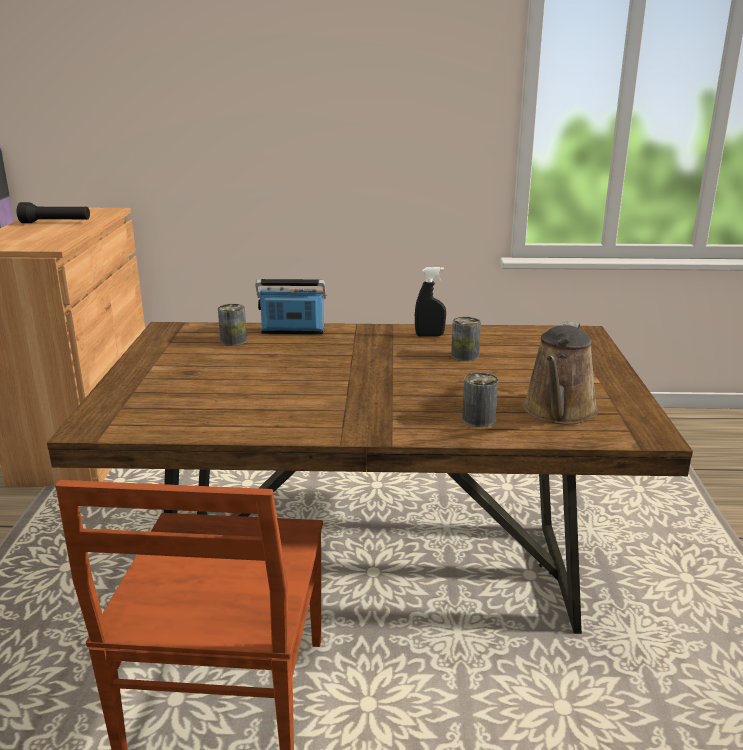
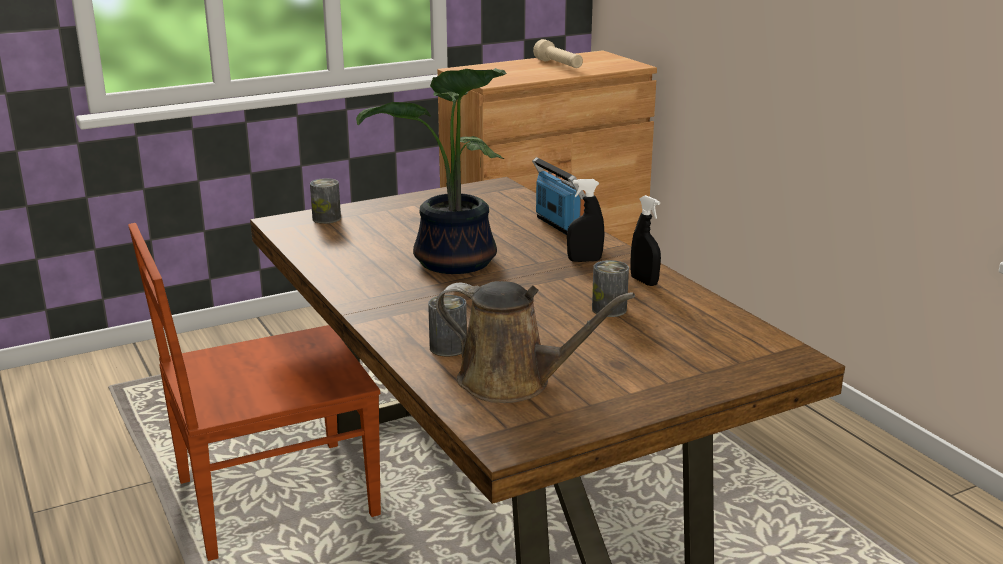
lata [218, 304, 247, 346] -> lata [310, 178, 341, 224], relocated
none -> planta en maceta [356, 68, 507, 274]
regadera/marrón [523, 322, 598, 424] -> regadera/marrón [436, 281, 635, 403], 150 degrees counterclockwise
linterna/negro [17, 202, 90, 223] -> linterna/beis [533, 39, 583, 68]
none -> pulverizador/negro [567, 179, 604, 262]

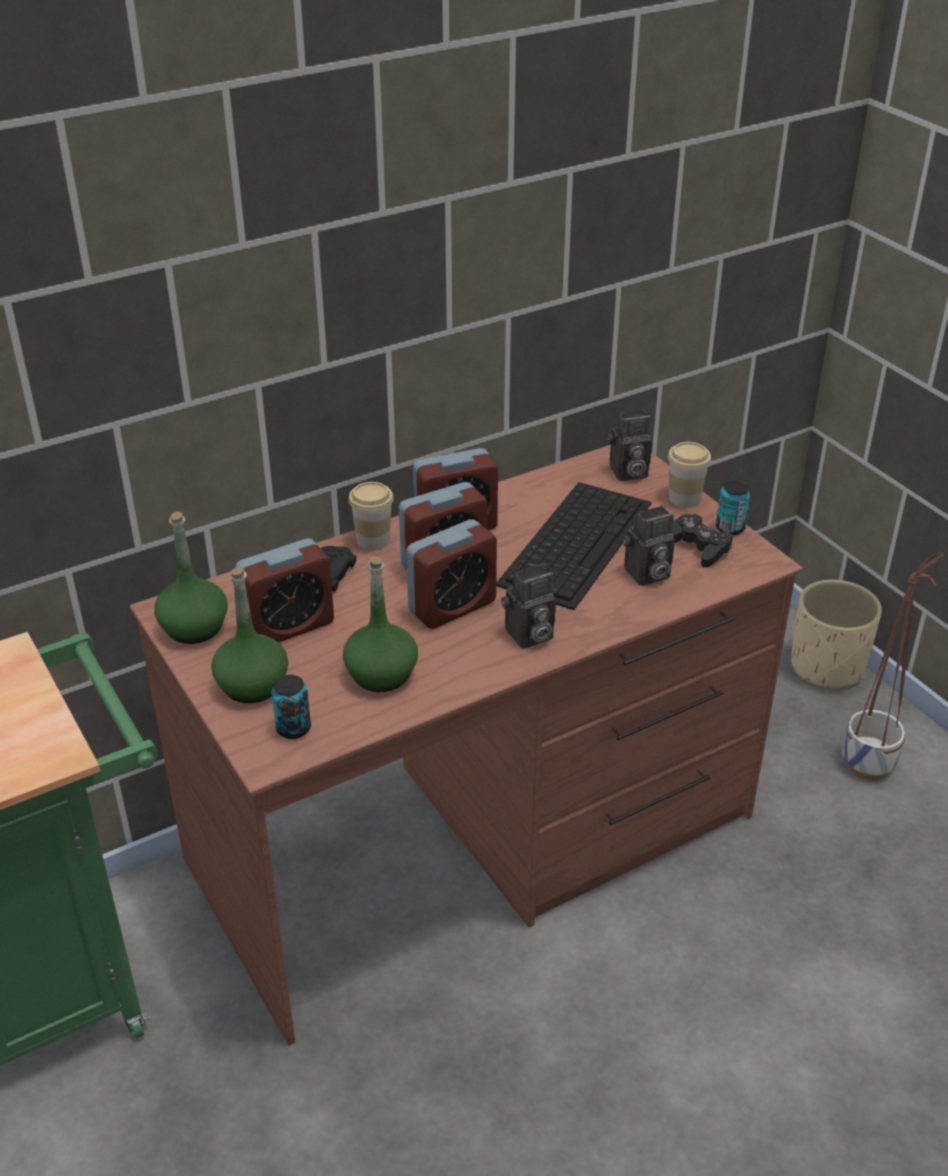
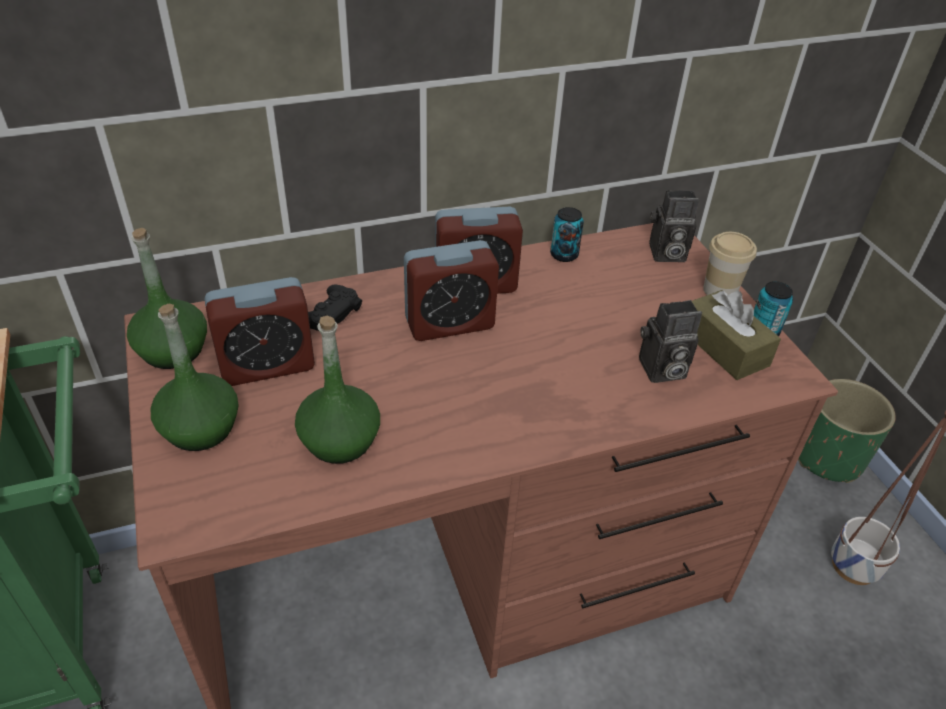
lata [271, 675, 311, 739] -> lata [550, 207, 584, 262], relocated
mando de consola/negro [673, 514, 733, 568] -> caja de pañuelos/marrón [692, 290, 781, 380]
maceta/beis [791, 579, 882, 688] -> maceta/verde [798, 379, 896, 483]
taza [348, 482, 394, 550] -> none
despertador [406, 519, 497, 629] -> none
teclado [496, 482, 652, 610] -> none
cámara [501, 564, 556, 649] -> none

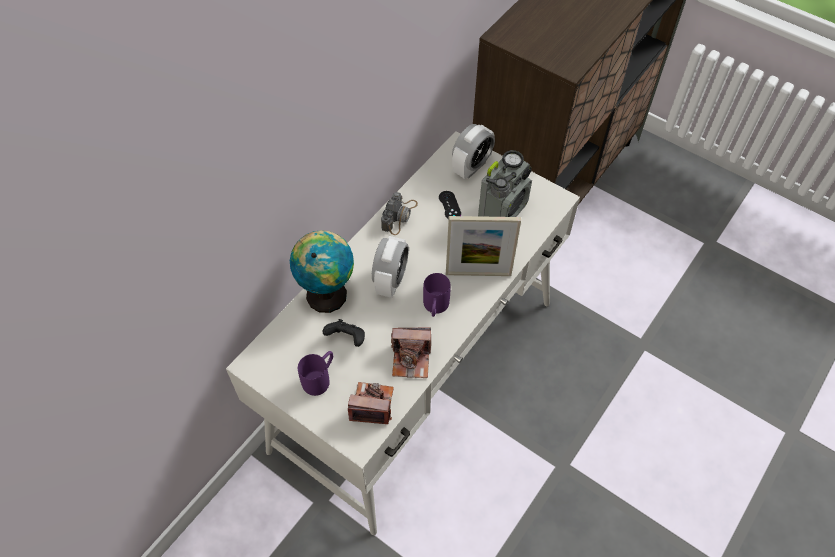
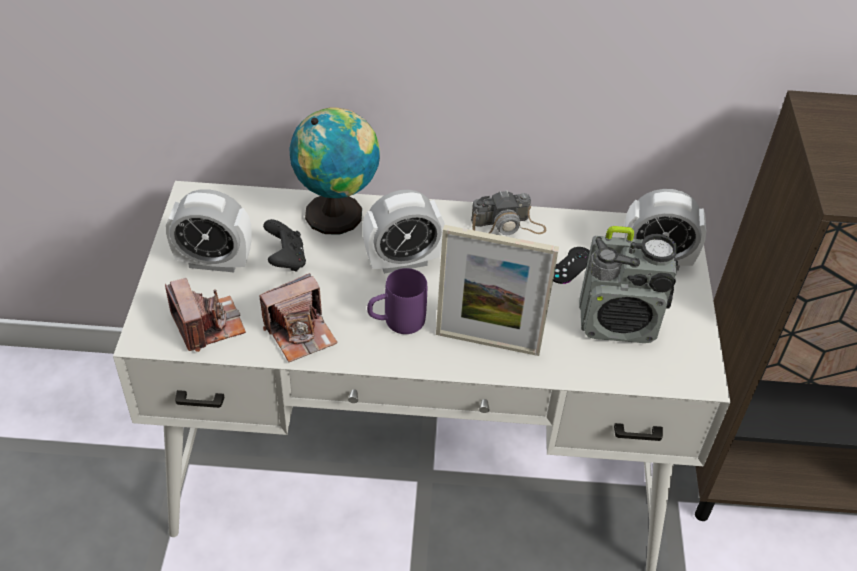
taza grande/morado [298, 351, 333, 396] -> despertador [166, 189, 252, 272]
cámara [391, 327, 431, 378] -> cámara [259, 273, 338, 362], 90 degrees counterclockwise
portarretratos [446, 216, 521, 276] -> portarretratos [436, 225, 559, 356], 45 degrees counterclockwise

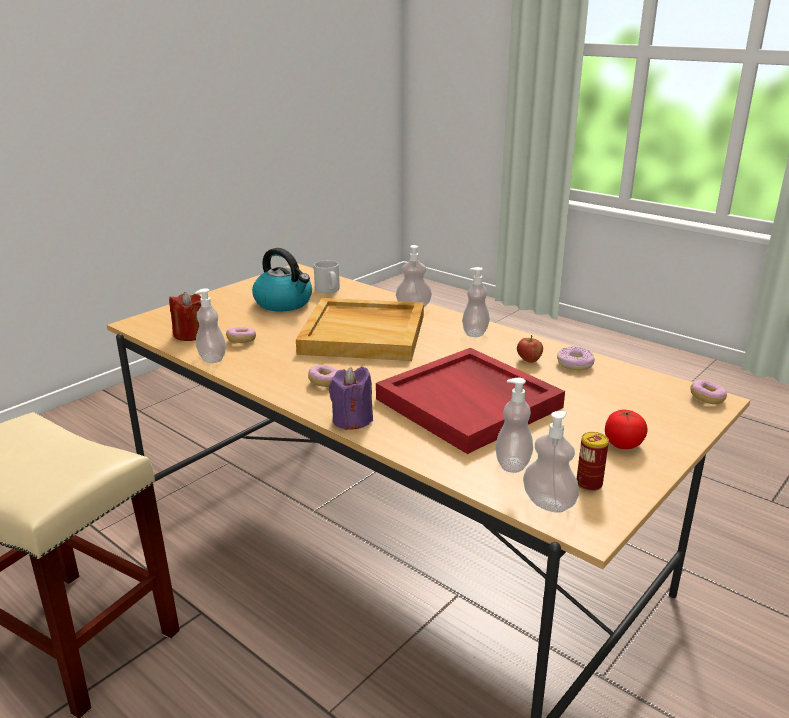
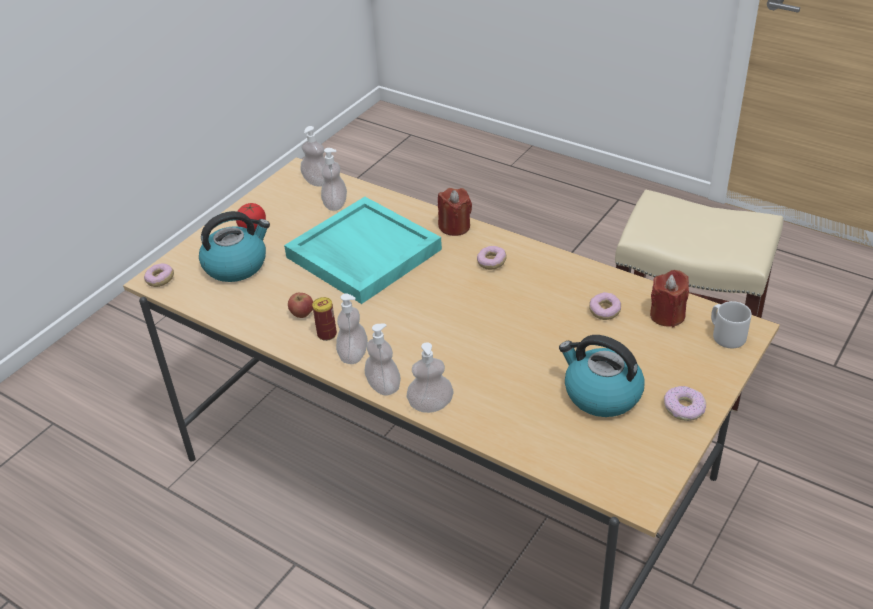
none -> hervidor [199, 211, 270, 282]
bandeja/rojo [376, 348, 565, 454] -> bandeja/turquesa [284, 197, 442, 304]
lata [577, 432, 609, 491] -> lata [312, 297, 337, 341], relocated
dispensador de jabón [195, 288, 226, 363] -> dispensador de jabón [365, 324, 401, 396], relocated
vela/morado [329, 367, 373, 430] -> vela/rojo [438, 188, 472, 236]
rosquilla [557, 347, 595, 370] -> rosquilla [664, 386, 706, 421], relocated
taza grande/gris [314, 260, 340, 293] -> taza grande/gris [711, 301, 752, 348], relocated
bandeja/beis [296, 298, 424, 361] -> none

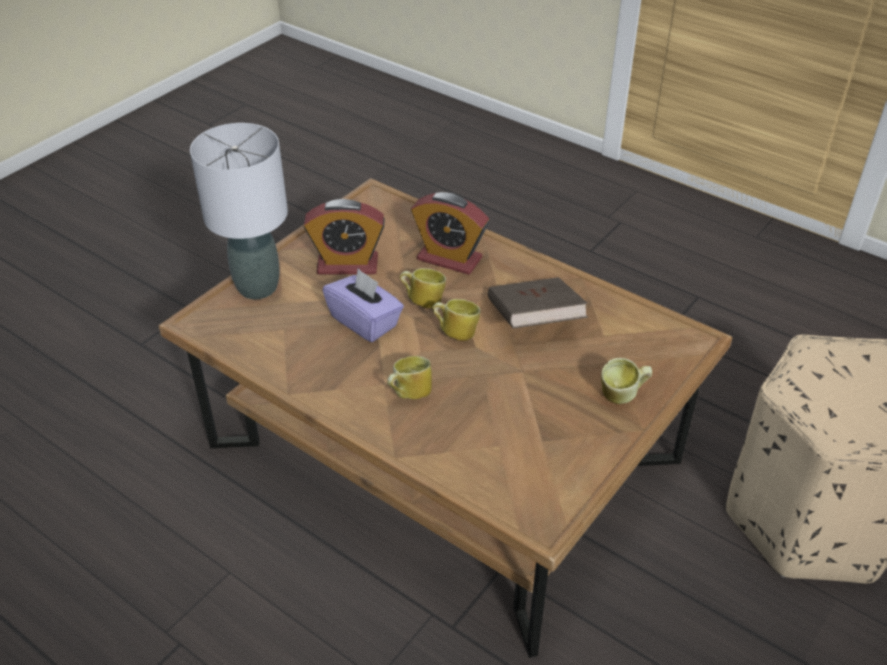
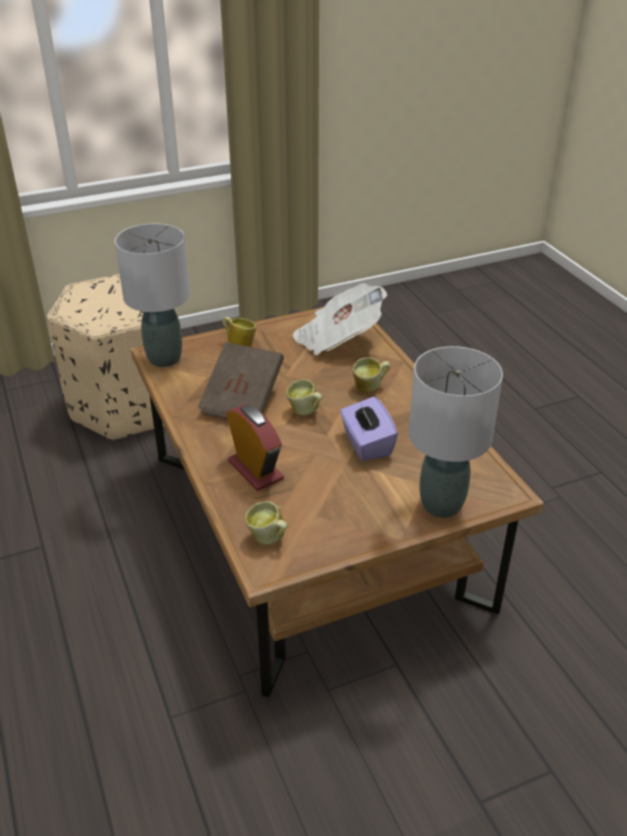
none -> lámpara de mesa/gris [115, 223, 190, 367]
taza grande [400, 268, 446, 309] -> taza grande [245, 501, 288, 545], relocated
none -> periódico [293, 283, 387, 355]
despertador [304, 199, 385, 274] -> none

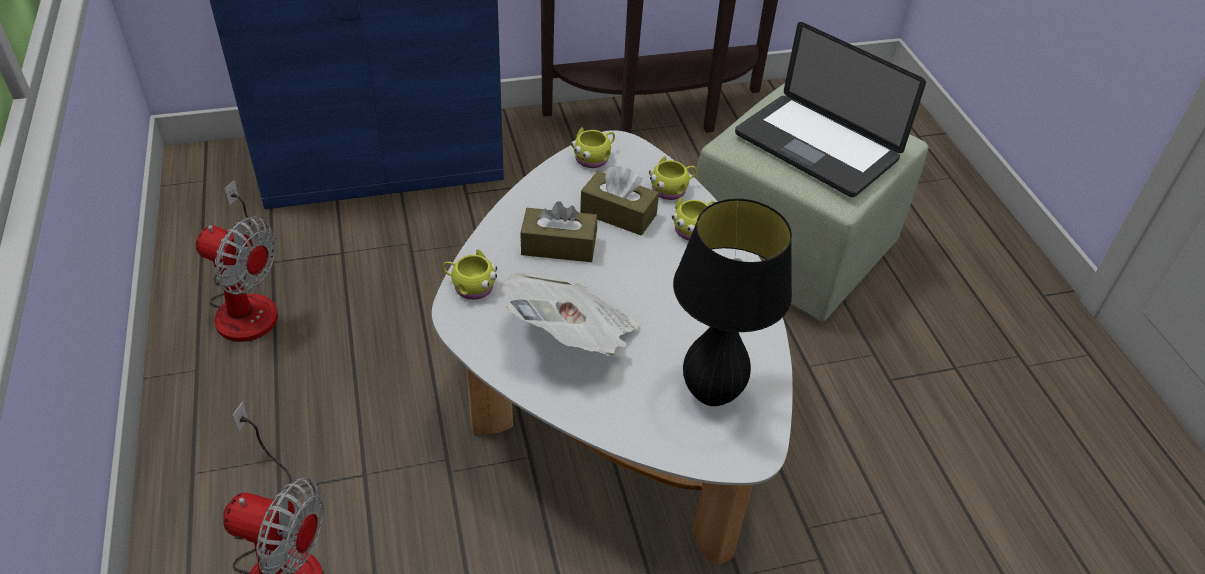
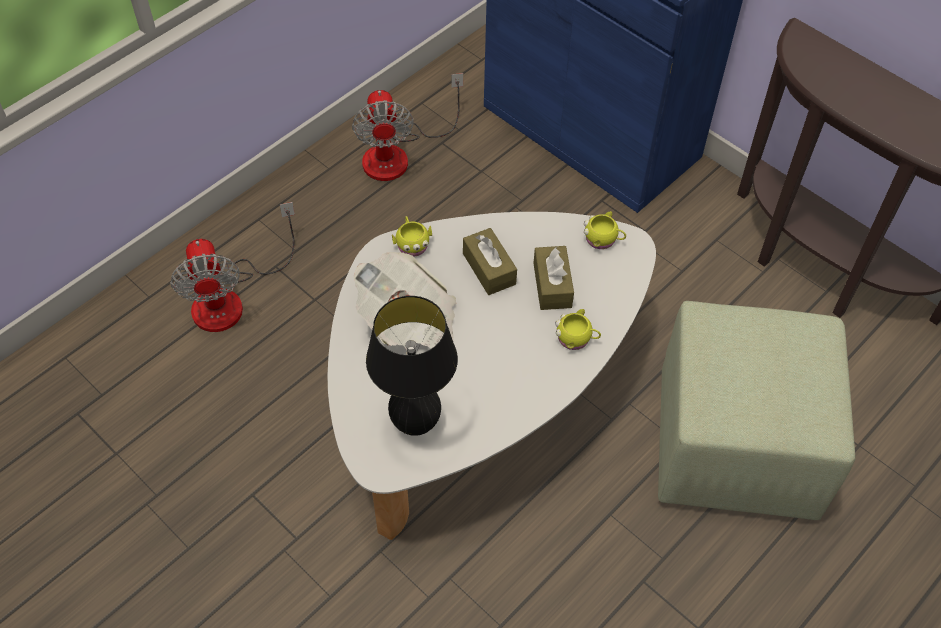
taza grande/amarillo [649, 156, 697, 200] -> none
portátil [735, 22, 926, 197] -> none

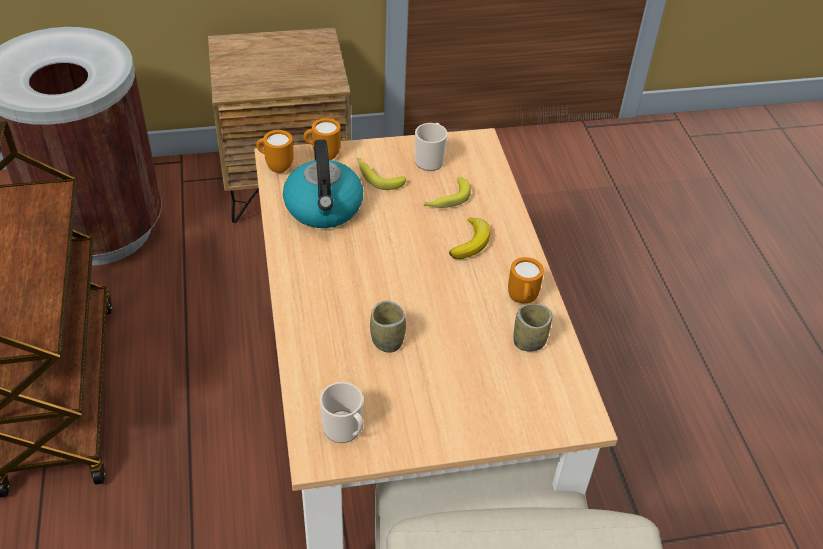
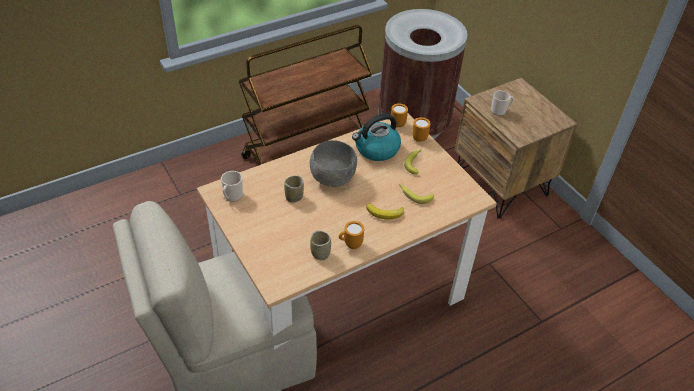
none -> cuenco/gris [310, 140, 357, 187]
taza grande [415, 123, 448, 171] -> taza grande [491, 91, 514, 116], relocated

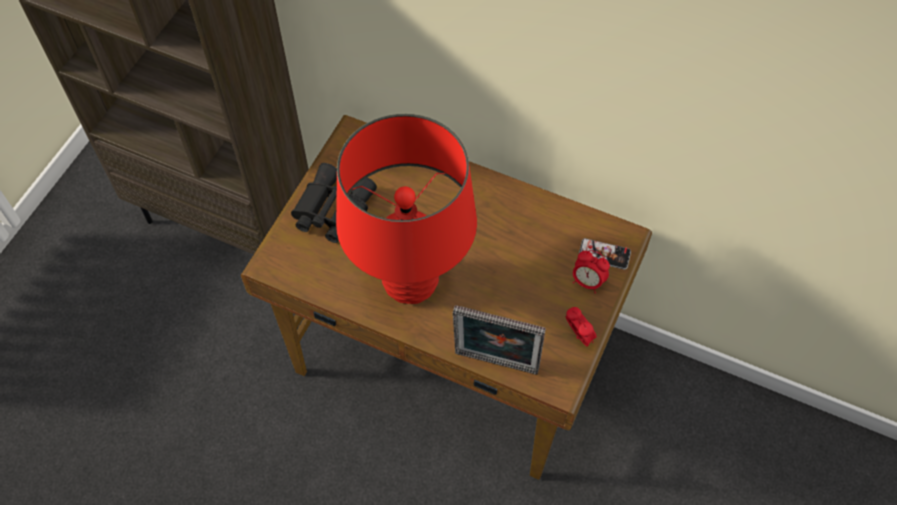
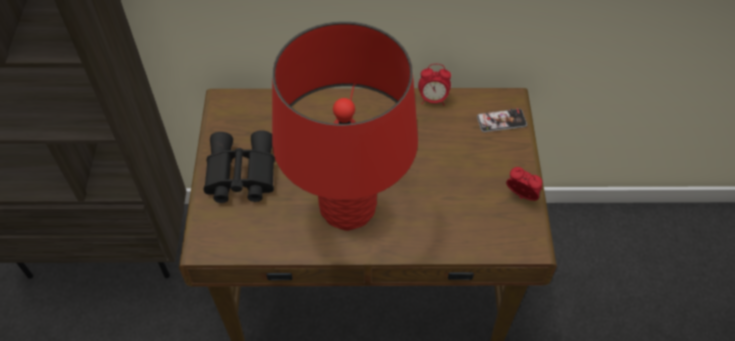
despertador [573, 250, 610, 294] -> despertador [418, 64, 451, 105], relocated
portarretratos [453, 305, 546, 375] -> none

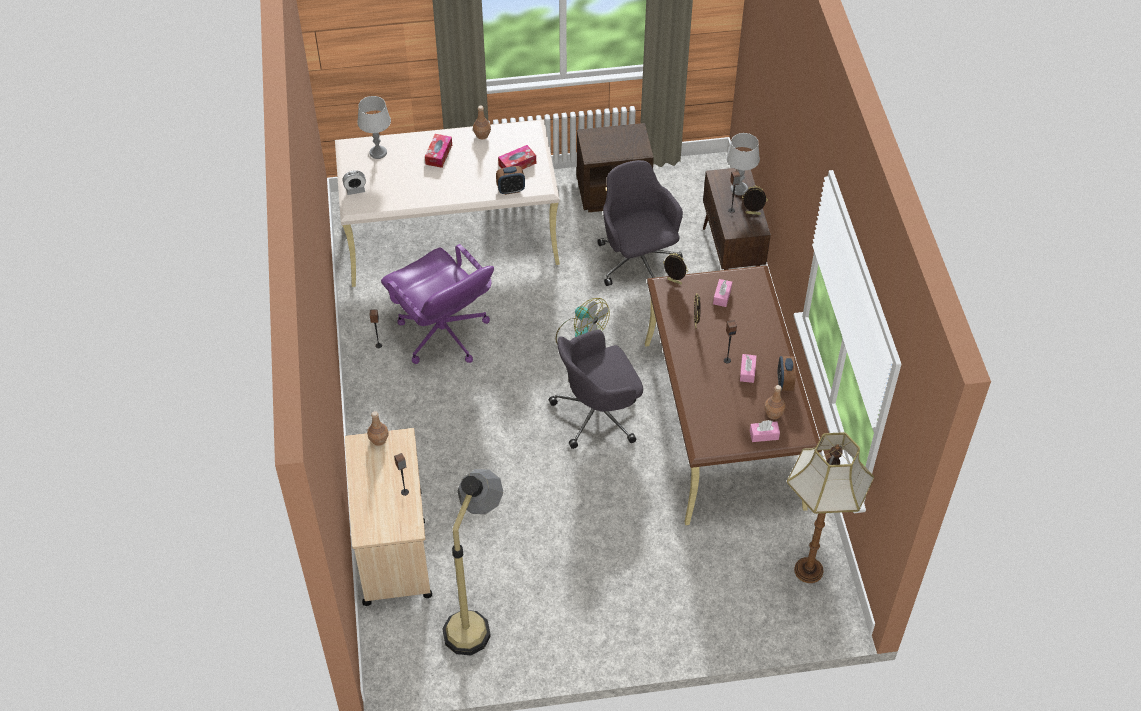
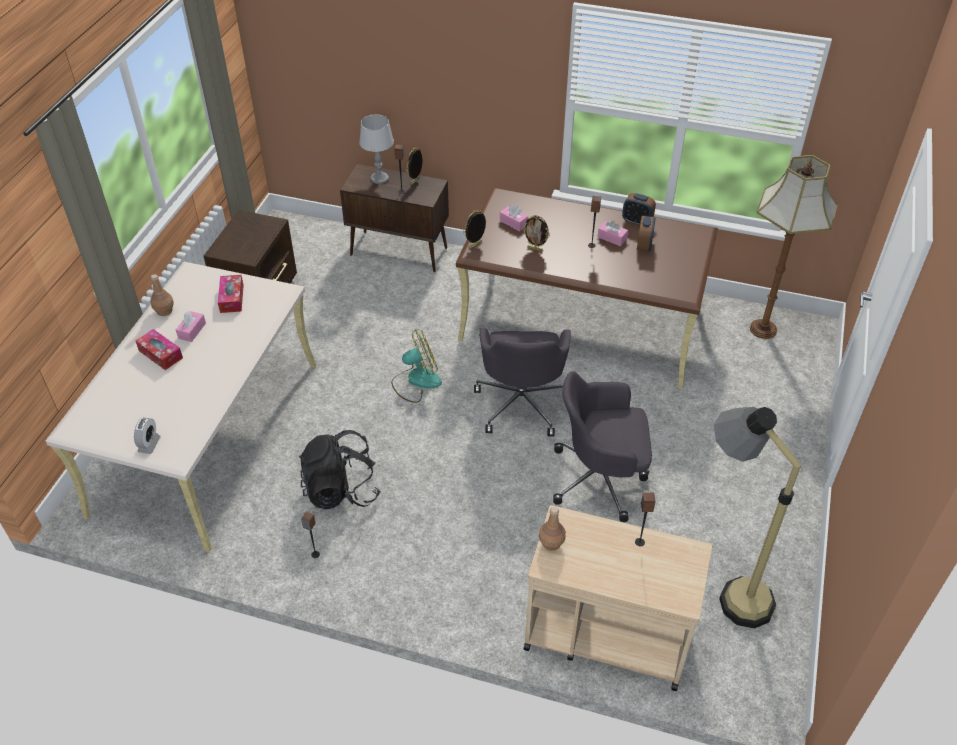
caja de pañuelos/rosa [750, 420, 780, 442] -> caja de pañuelos/rosa [176, 311, 206, 342], relocated
silla de oficina/morado [381, 244, 494, 364] -> mochila/negro [300, 430, 381, 509]
silla de oficina/gris [597, 160, 683, 286] -> silla de oficina/gris [553, 371, 652, 522], relocated
despertador [496, 166, 525, 195] -> despertador [637, 216, 656, 252], relocated
lámpara de mesa/gris [357, 96, 391, 159] -> none
botella/marrón [764, 385, 785, 419] -> none

